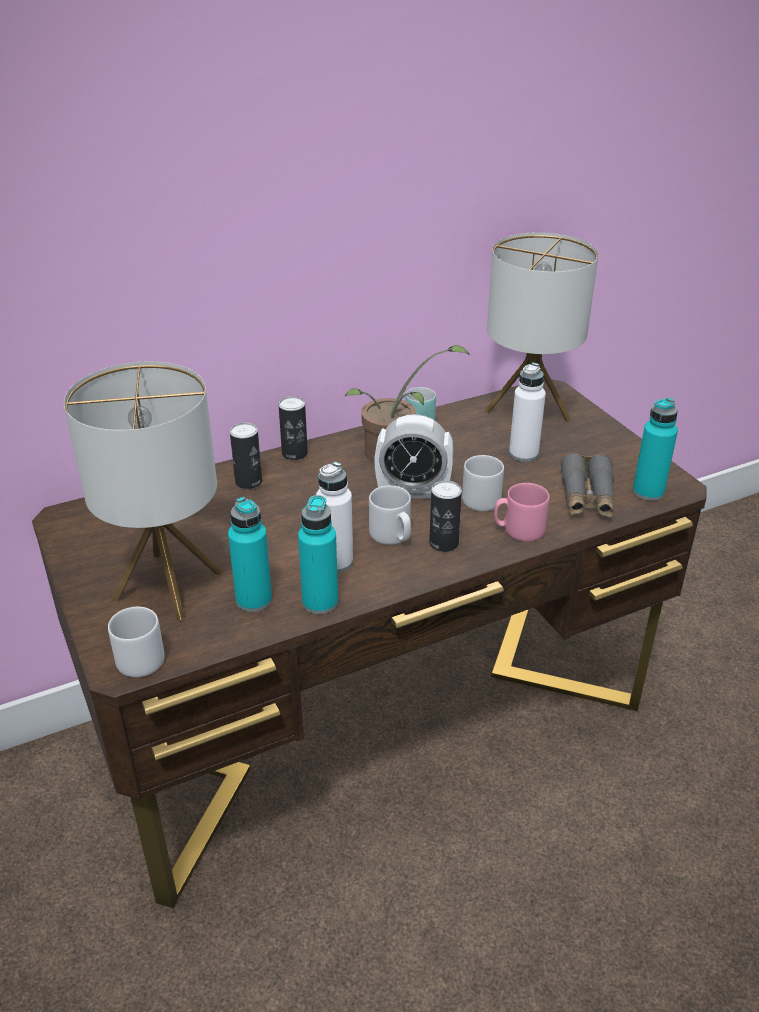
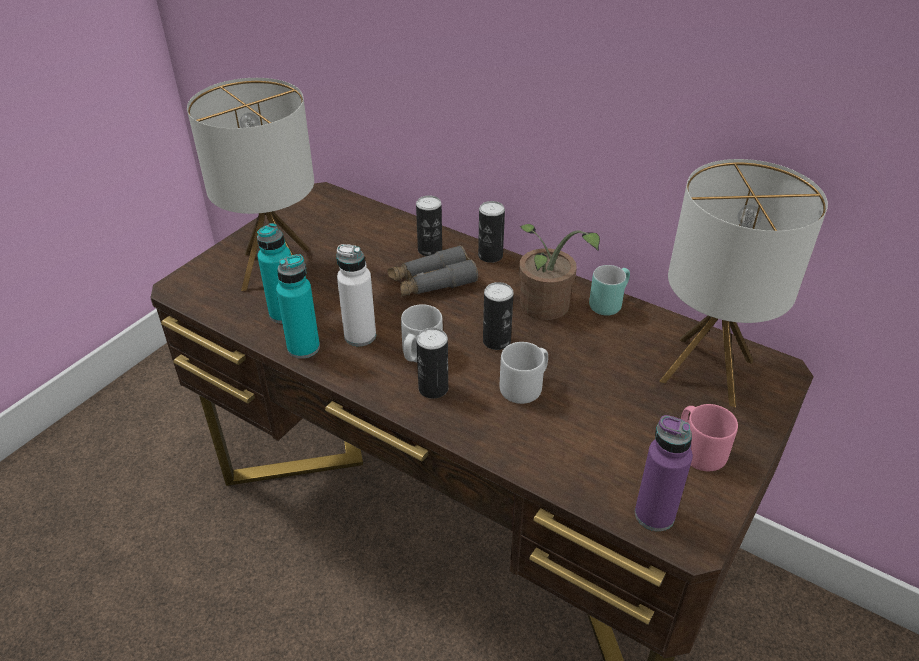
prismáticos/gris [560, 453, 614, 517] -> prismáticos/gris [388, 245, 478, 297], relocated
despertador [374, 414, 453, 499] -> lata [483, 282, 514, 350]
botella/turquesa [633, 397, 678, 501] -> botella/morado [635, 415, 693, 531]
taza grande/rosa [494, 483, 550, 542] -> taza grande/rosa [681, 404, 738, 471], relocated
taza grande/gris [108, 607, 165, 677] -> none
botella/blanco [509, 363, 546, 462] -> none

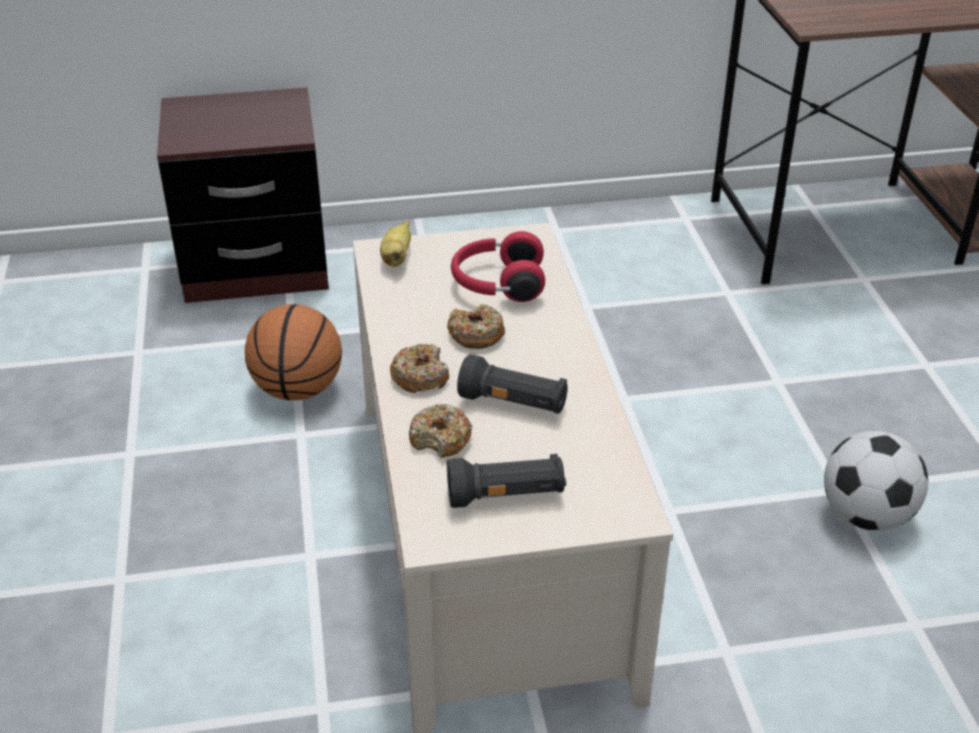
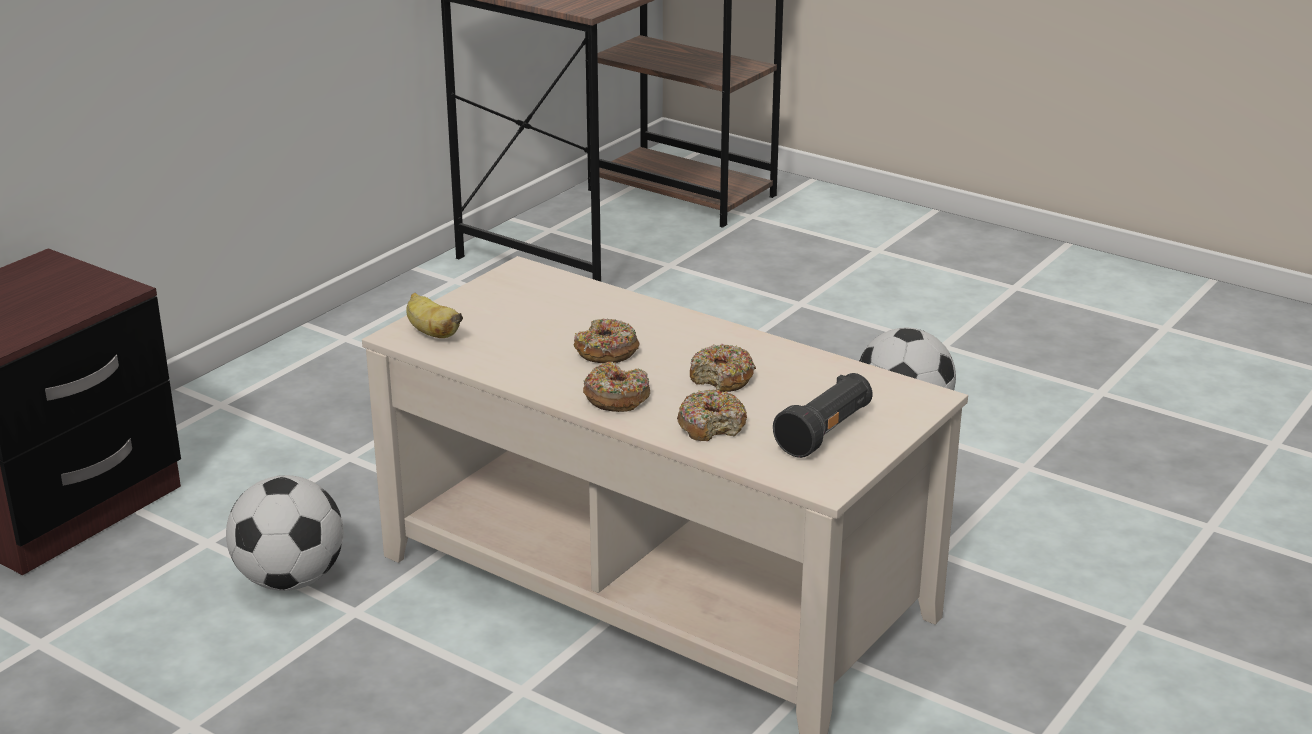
balón de baloncesto [245, 304, 342, 400] -> balón de fútbol [226, 475, 343, 591]
linterna/negro [457, 354, 568, 414] -> rosquilla [690, 344, 756, 392]
auriculares/rojo [451, 231, 545, 302] -> none

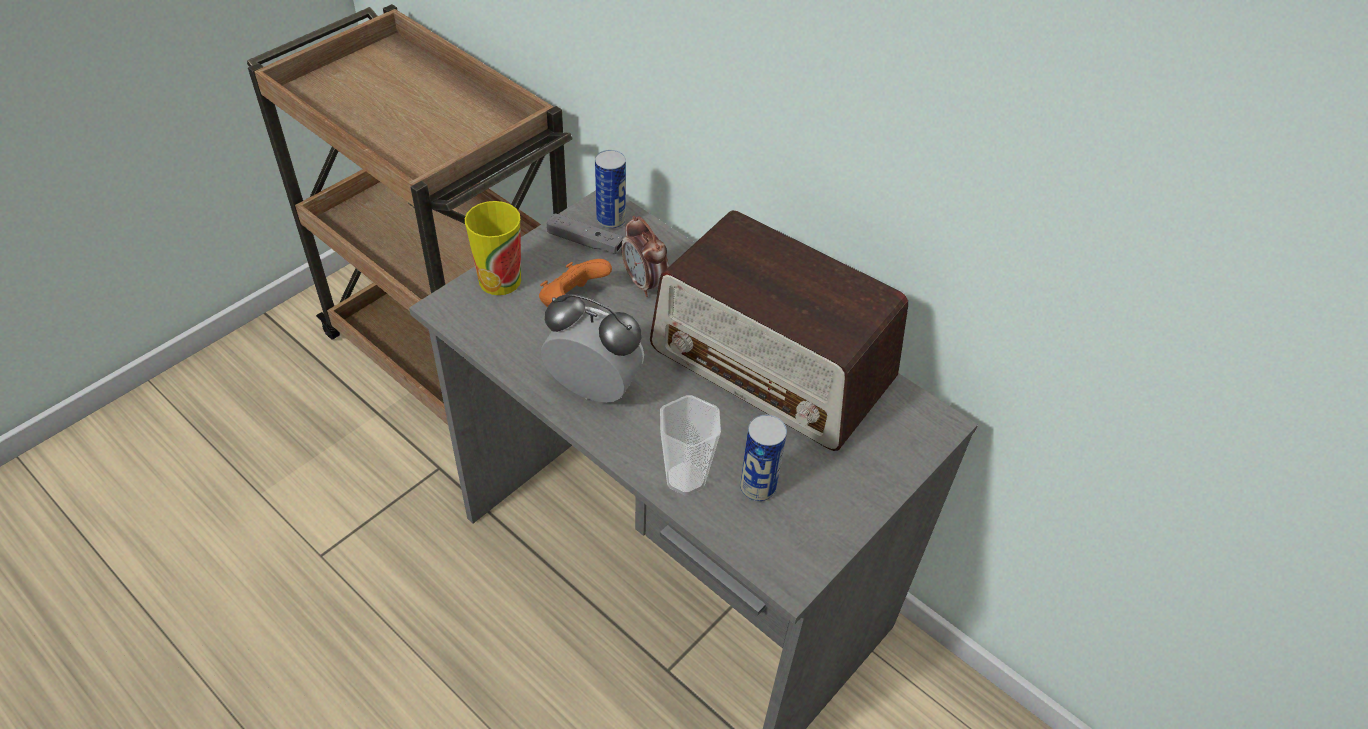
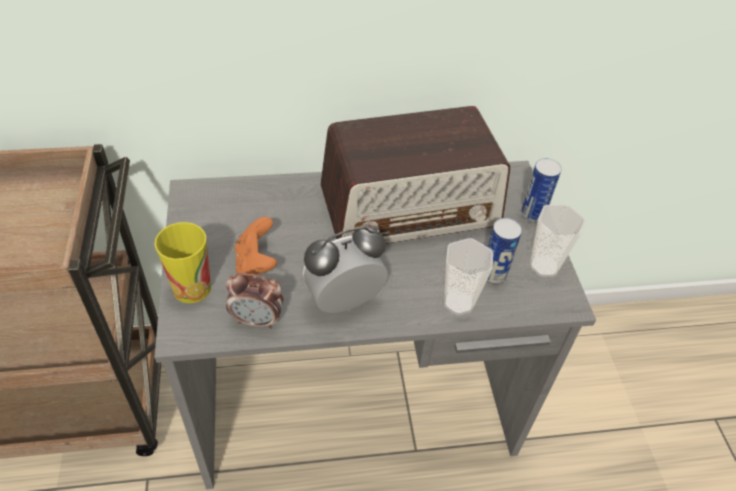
despertador [621, 216, 669, 297] -> despertador [226, 273, 283, 329], relocated
lata [595, 150, 626, 229] -> lata [521, 158, 562, 222], relocated
none -> taza [530, 204, 585, 277]
mando de consola/gris [546, 213, 623, 254] -> none

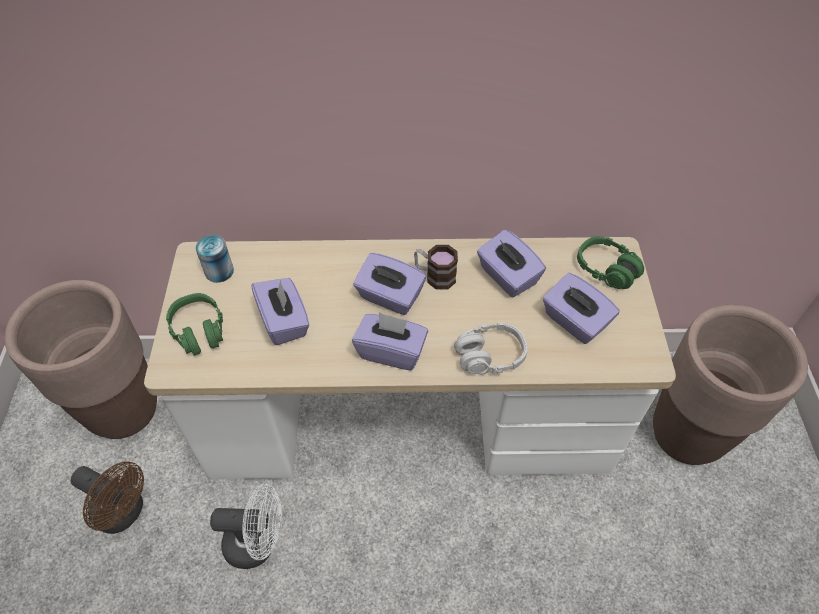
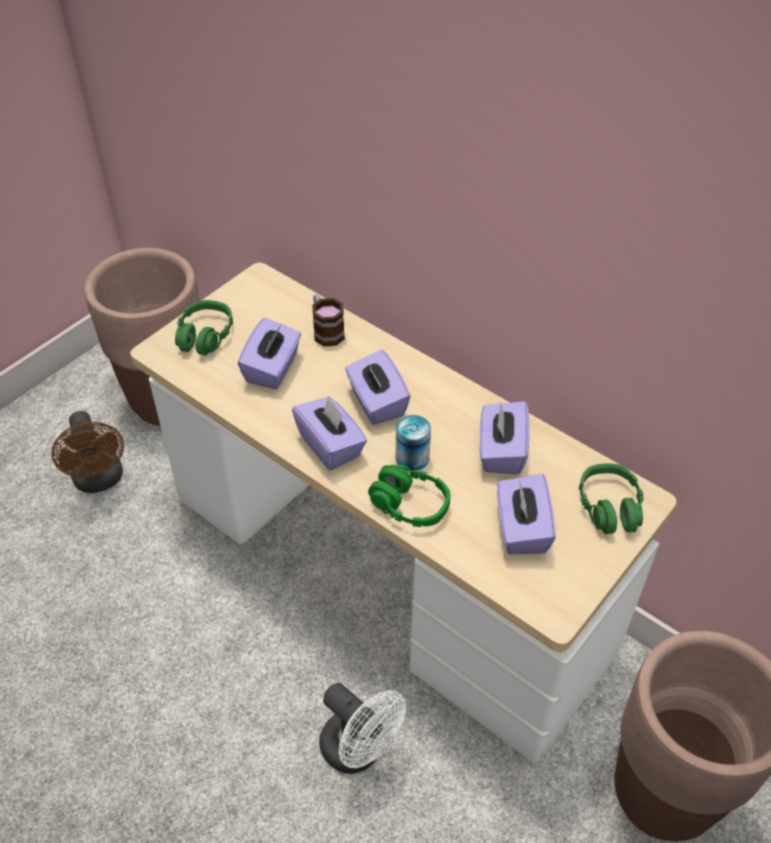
taza grande [414, 245, 458, 289] -> taza grande [312, 294, 345, 346], relocated
ventilador/blanco [210, 484, 282, 569] -> ventilador/blanco [319, 683, 406, 774], relocated
auriculares/gris [454, 322, 528, 374] -> auriculares/verde [368, 465, 450, 527]
lata [195, 235, 234, 283] -> lata [395, 415, 431, 470], relocated

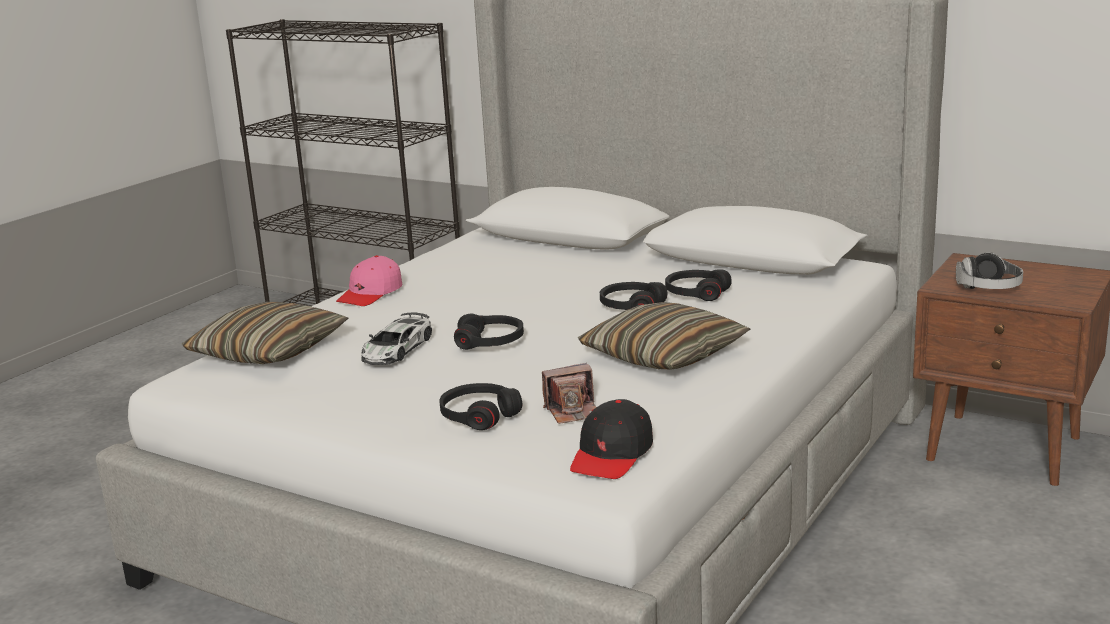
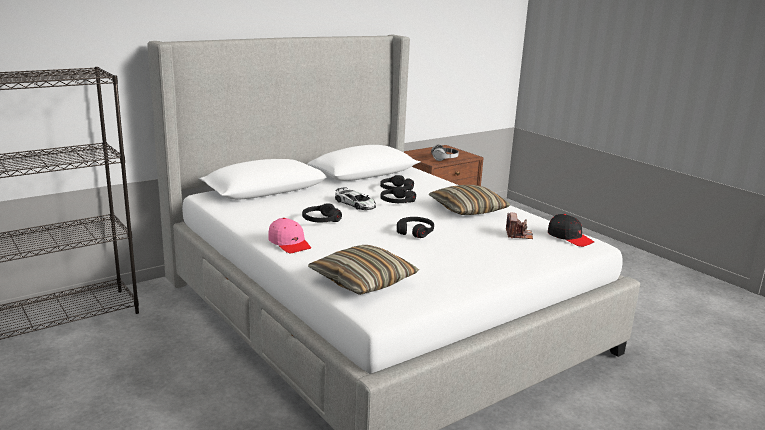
auriculares/negro [439, 383, 522, 430] -> auriculares/negro [302, 203, 342, 222], relocated
coche de juguete [361, 313, 432, 365] -> coche de juguete [335, 187, 376, 210], relocated

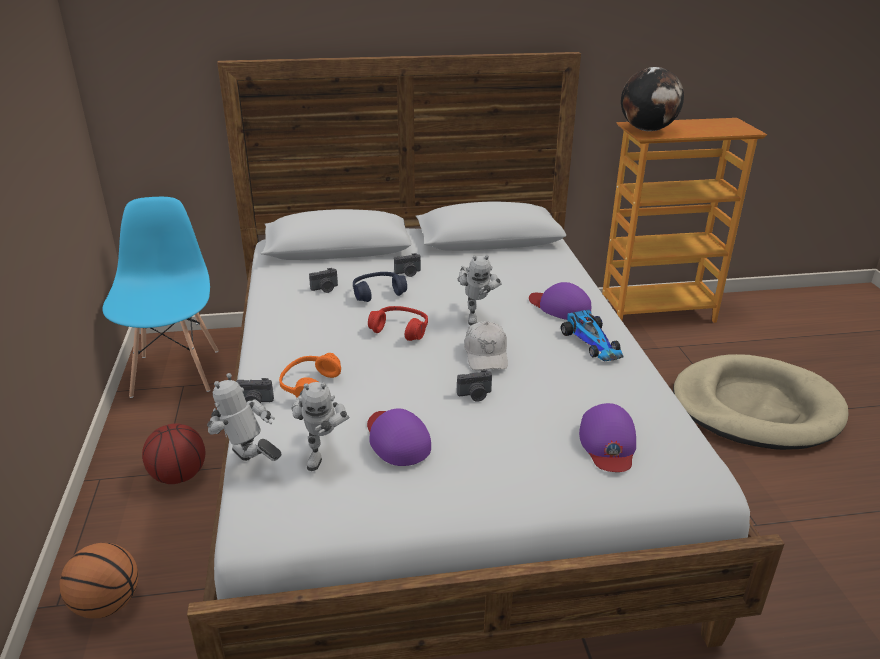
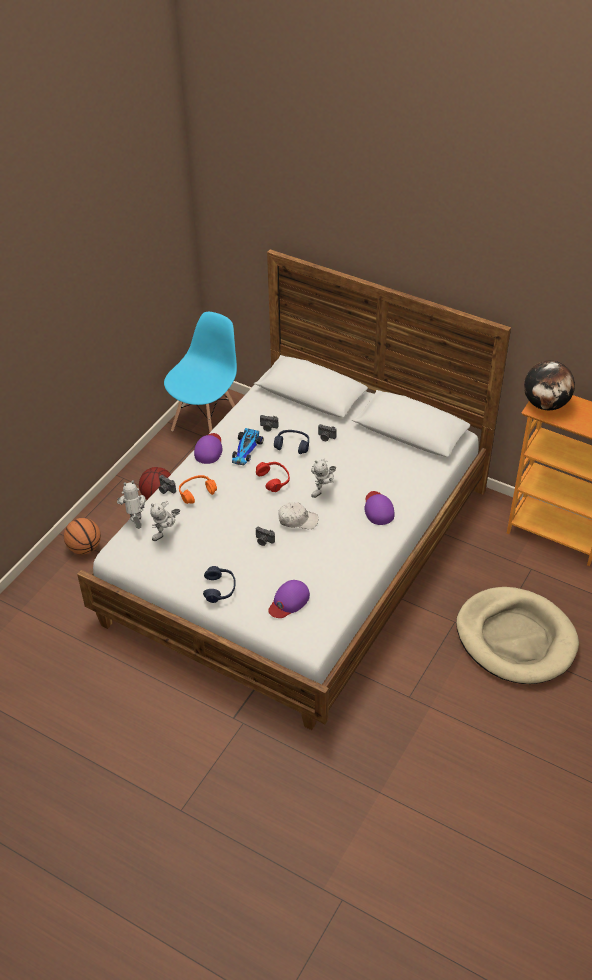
gorra/morado [367, 408, 431, 466] -> gorra/morado [194, 433, 223, 464], relocated
none -> auriculares/azul [203, 566, 236, 603]
coche de juguete [561, 310, 624, 361] -> coche de juguete [232, 428, 264, 465], relocated
gorra/blanco [464, 321, 508, 370] -> gorra/blanco [278, 502, 318, 529], 120 degrees counterclockwise

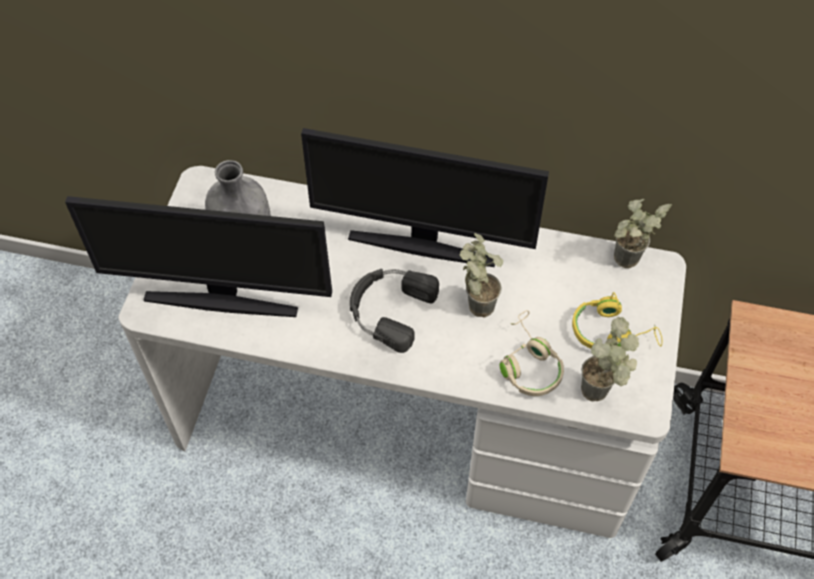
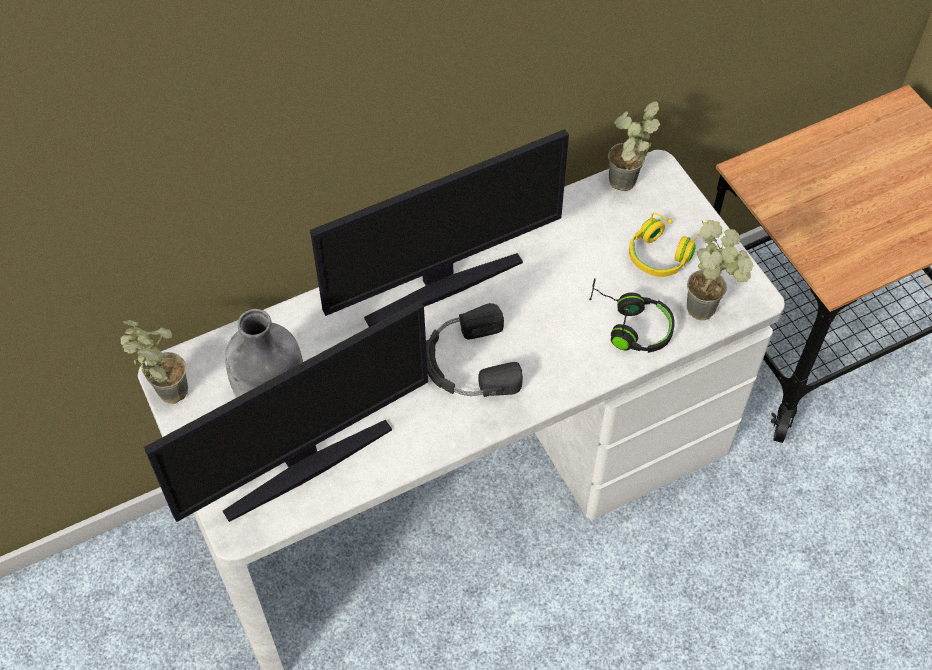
planta en maceta [460, 233, 503, 318] -> planta en maceta [120, 320, 188, 404], relocated
auriculares/beis [500, 310, 564, 396] -> auriculares/negro [589, 278, 675, 353]

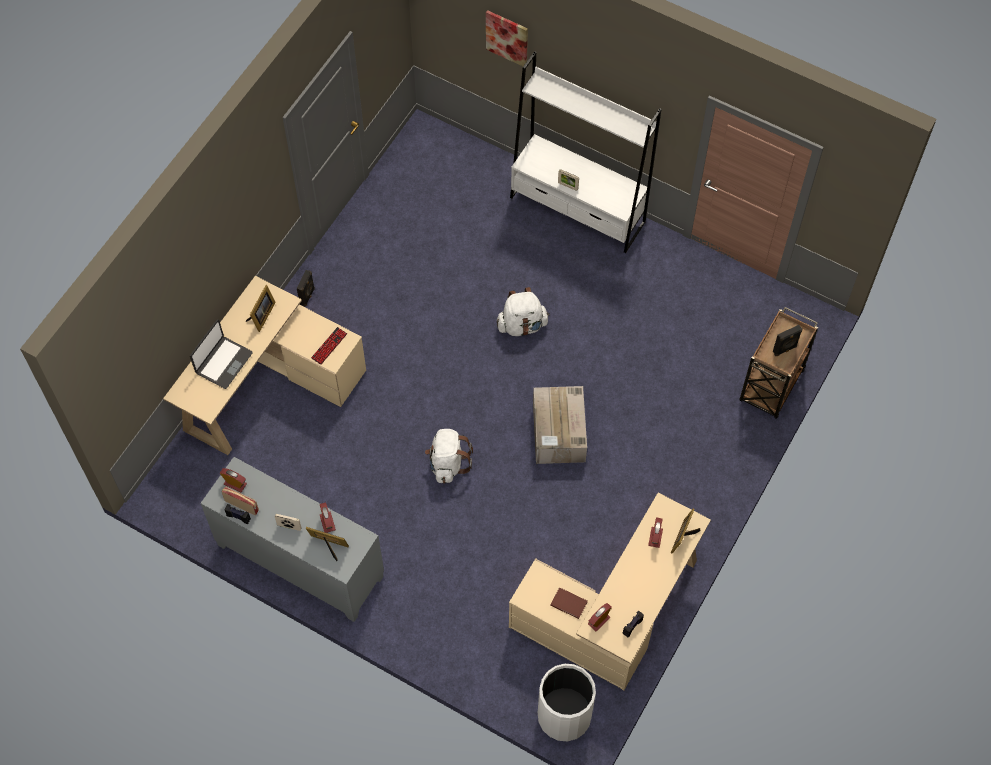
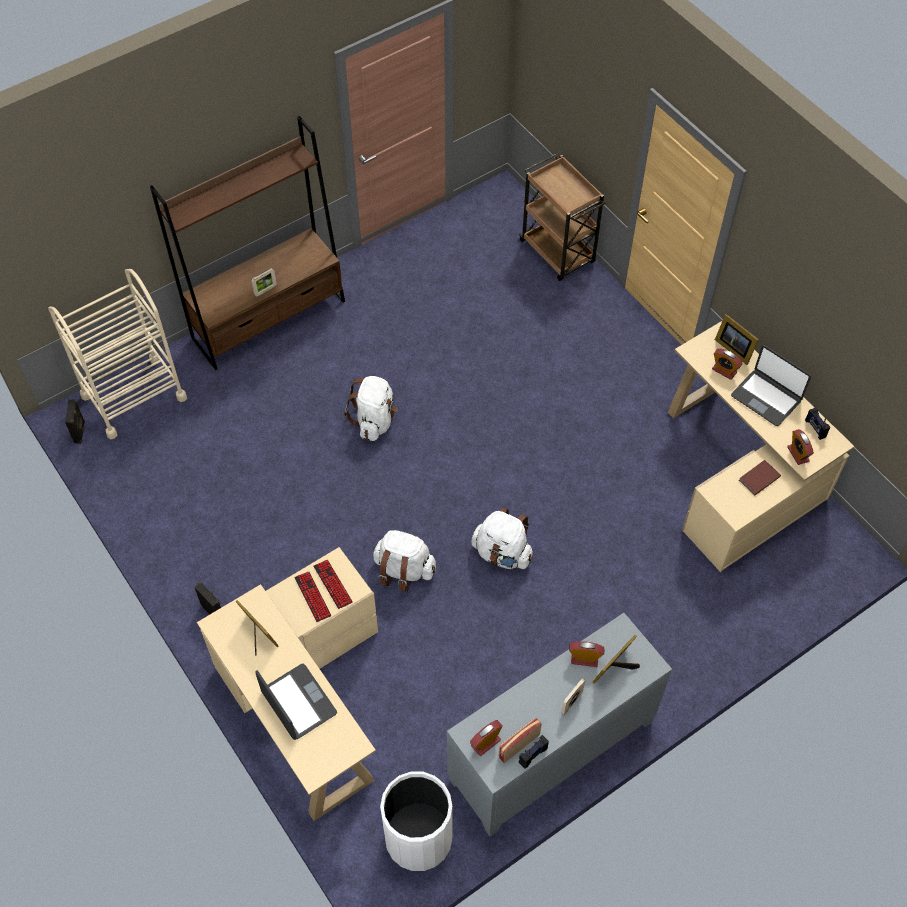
none -> carrito/beis [48, 269, 187, 439]
altavoz/negro [773, 325, 802, 356] -> altavoz/negro [65, 399, 85, 444], relocated
estantería/blanco [510, 51, 662, 253] -> estantería/marrón [150, 116, 345, 370]
none -> teclado [294, 572, 332, 622]
none -> mochila/blanco [373, 530, 436, 592]
papelera/blanco [538, 664, 596, 741] -> papelera/blanco [380, 772, 452, 871], relocated
none -> portátil [731, 345, 811, 426]
cuadro [486, 10, 528, 66] -> none
caja de cartón [533, 386, 587, 464] -> none

